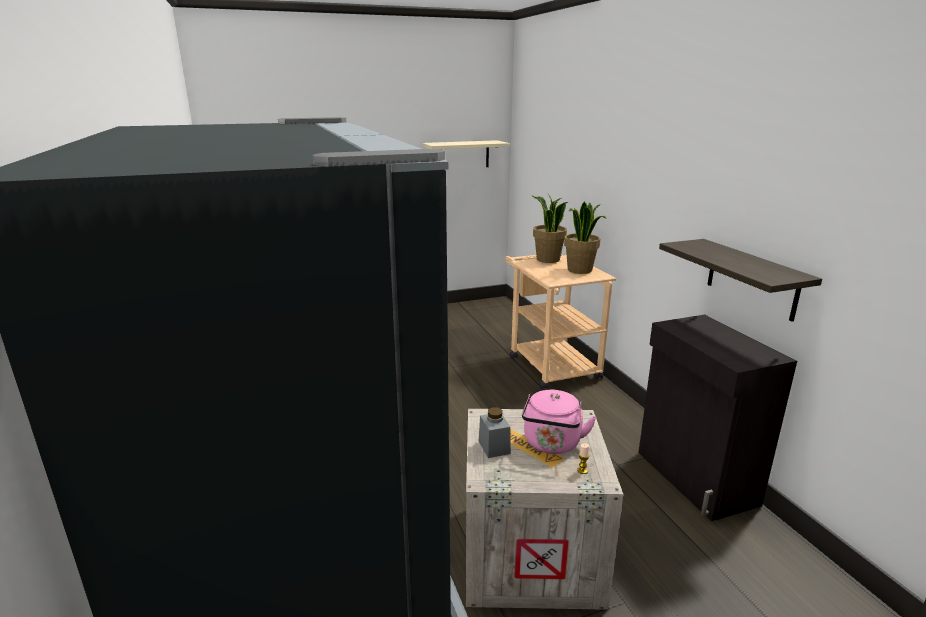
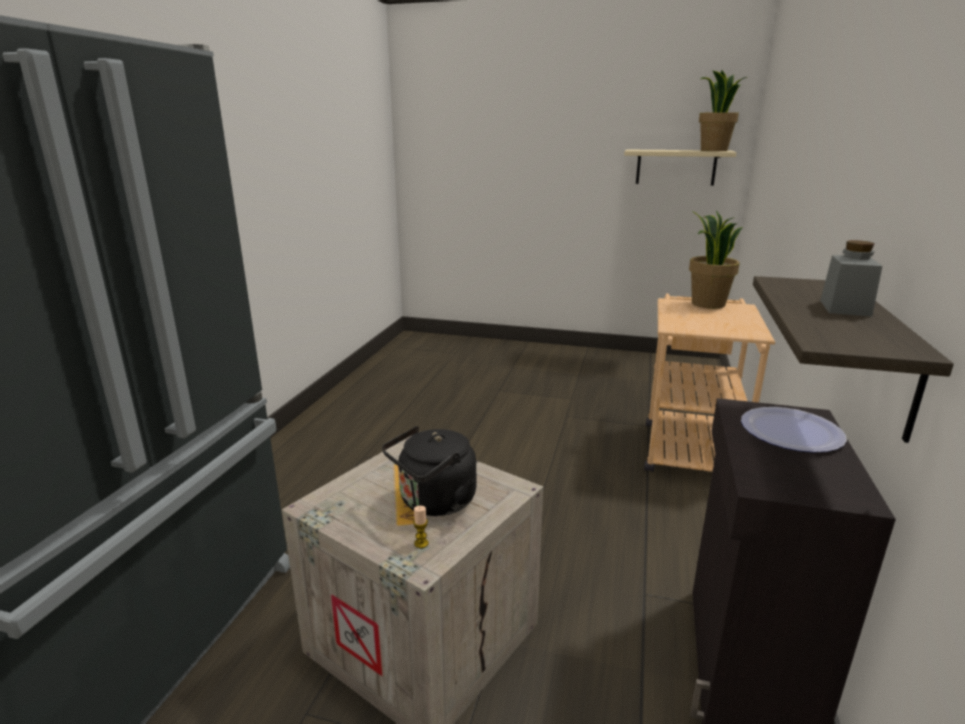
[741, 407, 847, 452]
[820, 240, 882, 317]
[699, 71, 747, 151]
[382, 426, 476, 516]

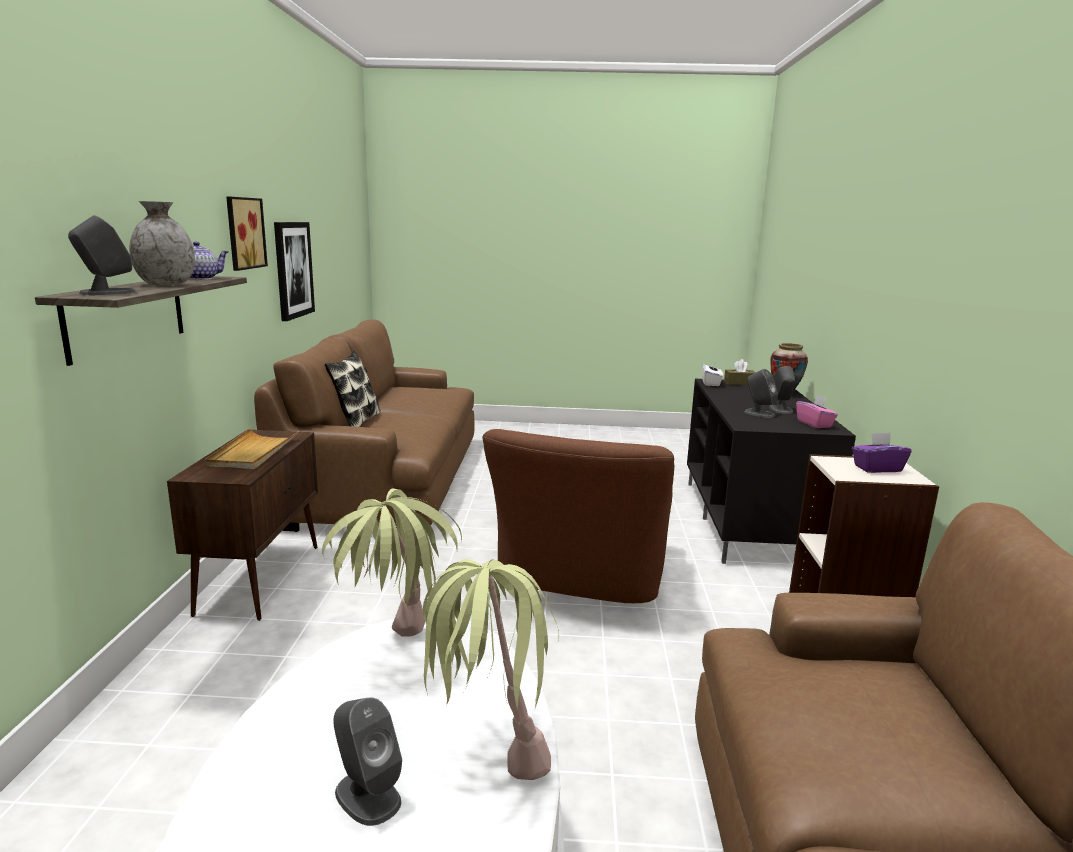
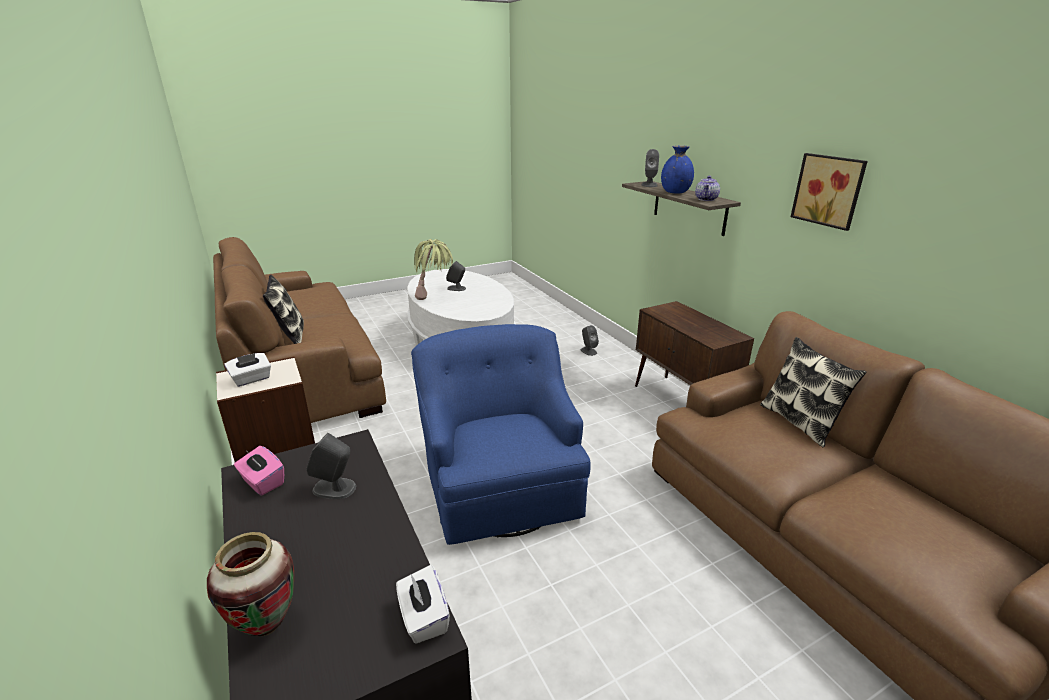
[205, 428, 299, 469] (first image)
[274, 222, 315, 321] (first image)
[322, 489, 462, 637] (first image)
[724, 359, 756, 385] (first image)
[263, 275, 304, 344]
[581, 325, 599, 356]
[661, 145, 694, 194]
[411, 324, 591, 545]
[224, 353, 271, 387]

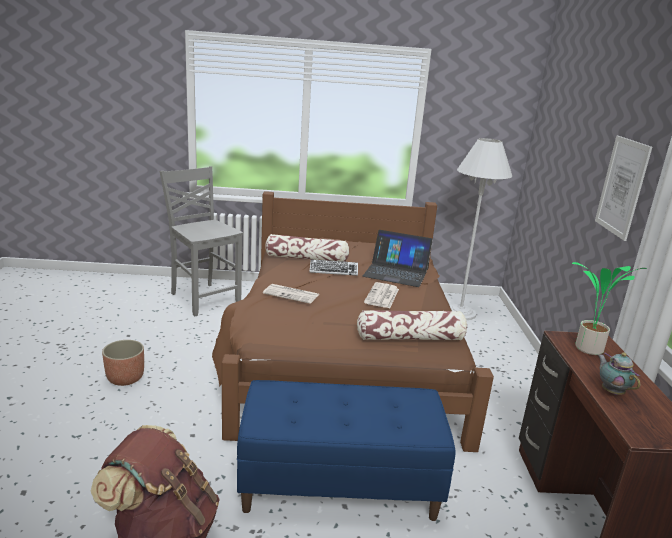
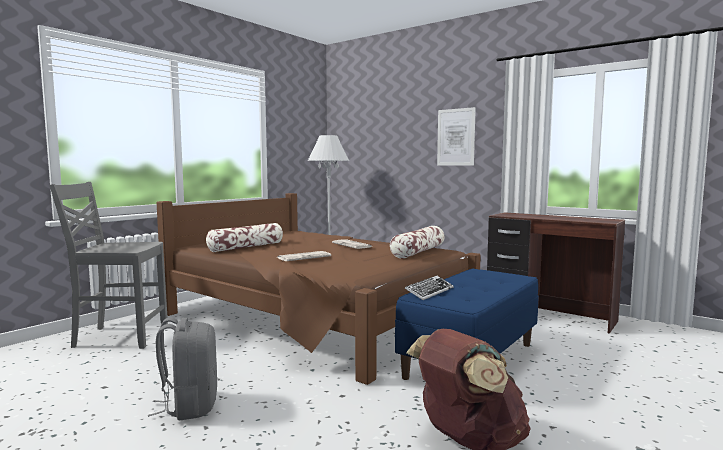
[363, 230, 433, 287] (first image)
[572, 262, 647, 355] (first image)
[598, 352, 640, 395] (first image)
[405, 276, 454, 300]
[148, 318, 217, 420]

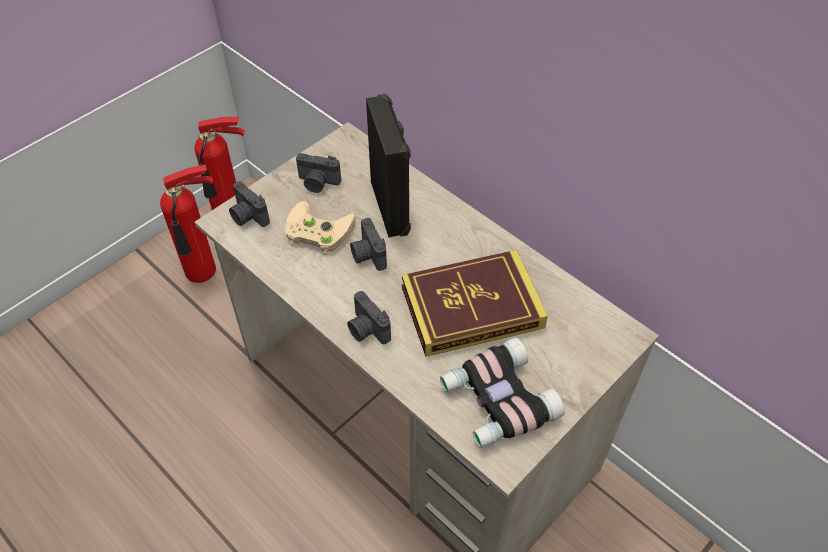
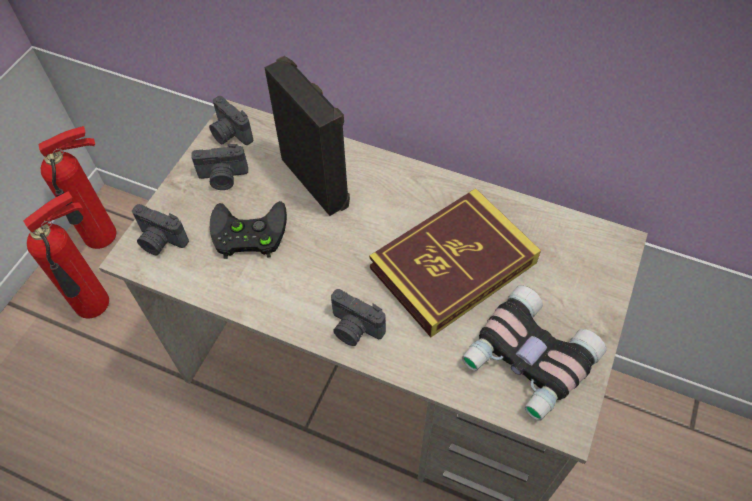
[209, 96, 253, 145]
[210, 201, 287, 259]

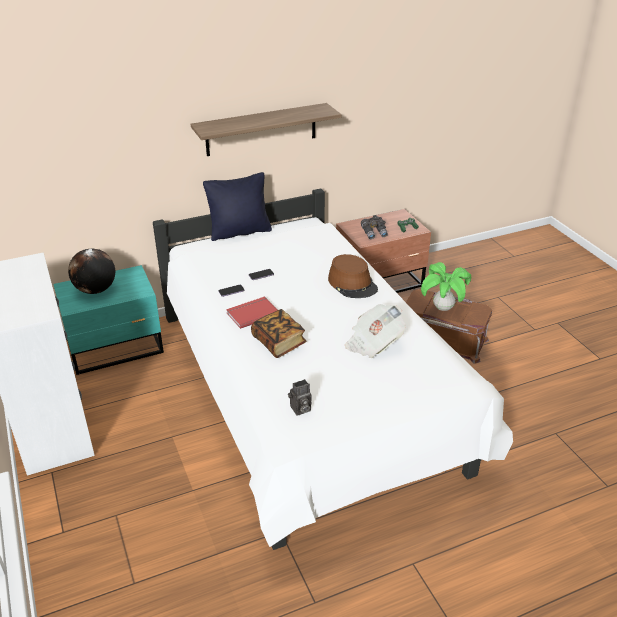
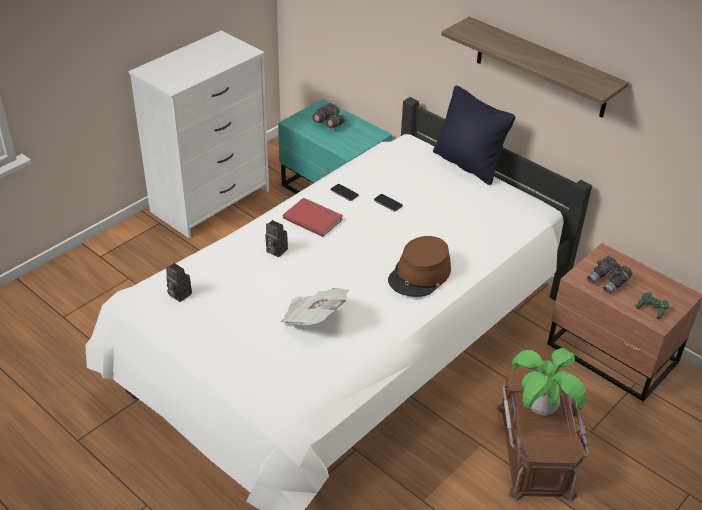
[312, 103, 347, 128]
[265, 220, 288, 257]

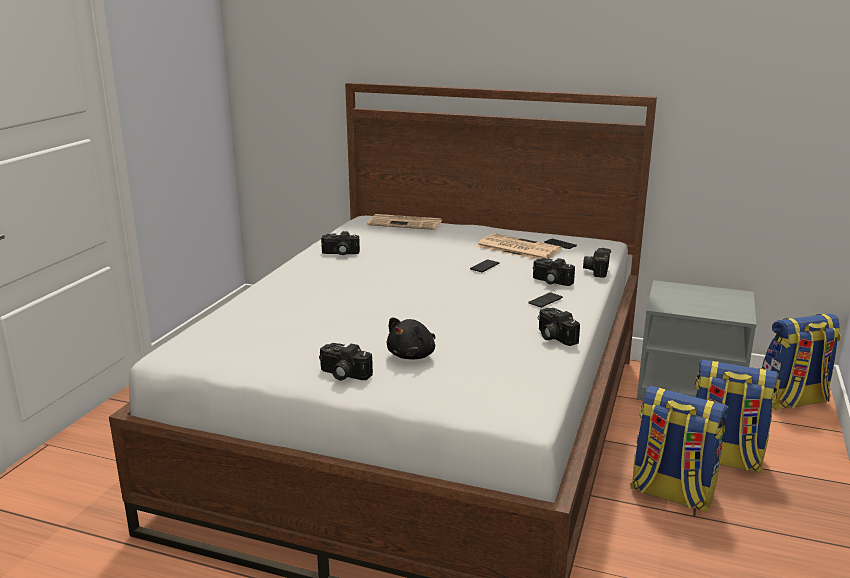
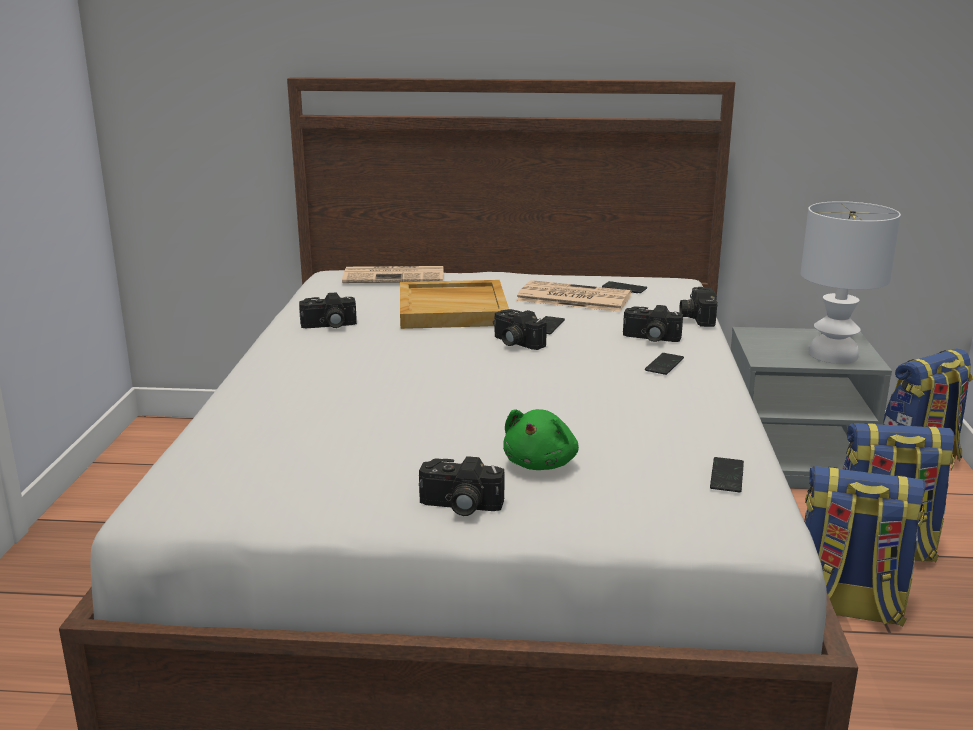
[400, 280, 509, 329]
[710, 457, 744, 492]
[801, 201, 901, 364]
[493, 309, 547, 350]
[503, 409, 579, 470]

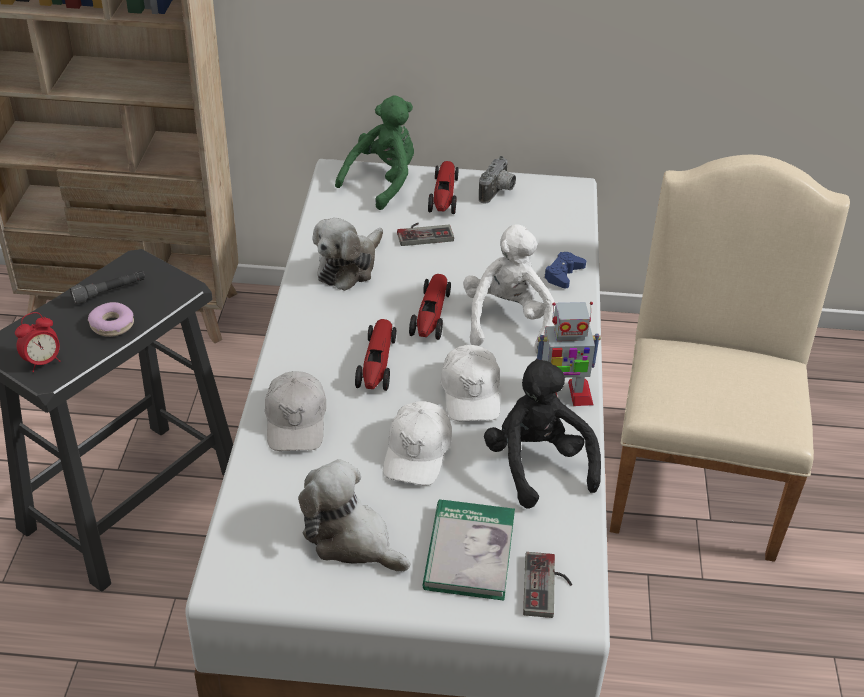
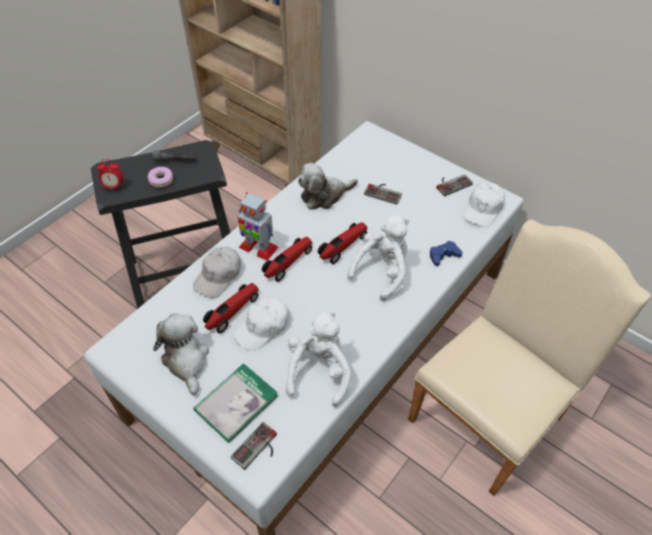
[335, 95, 414, 210] (first image)
[203, 283, 259, 333]
[463, 182, 505, 227]
[238, 192, 278, 261]
[436, 174, 473, 197]
[286, 311, 351, 407]

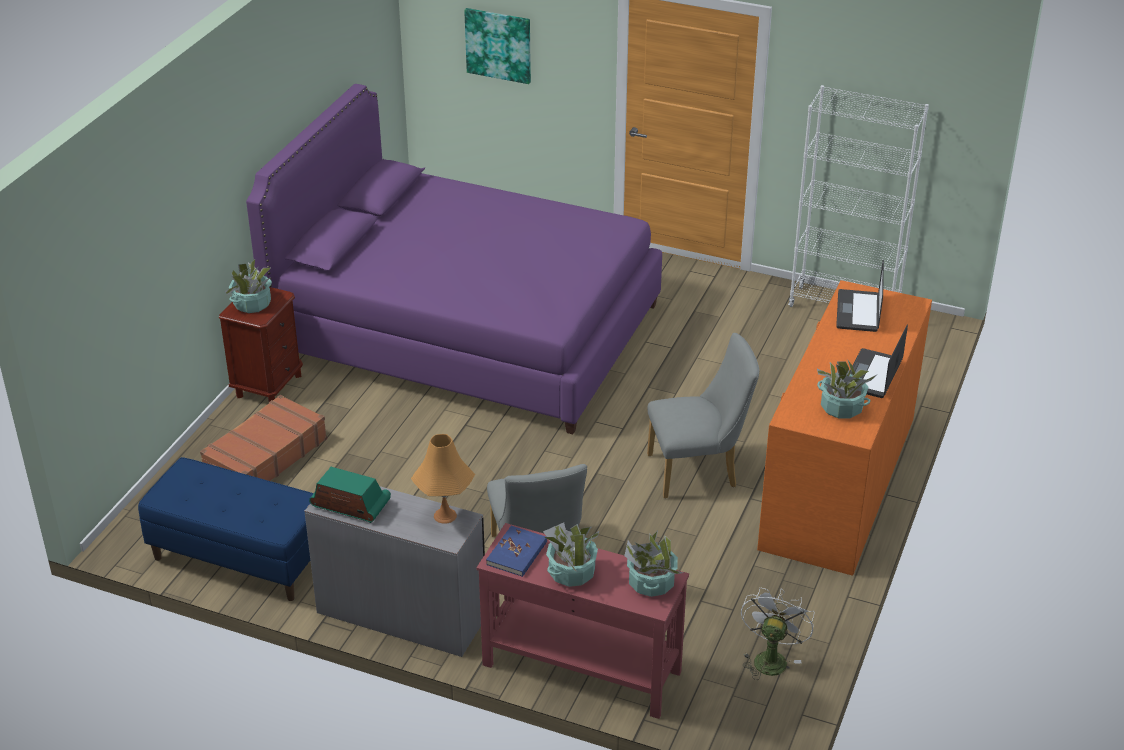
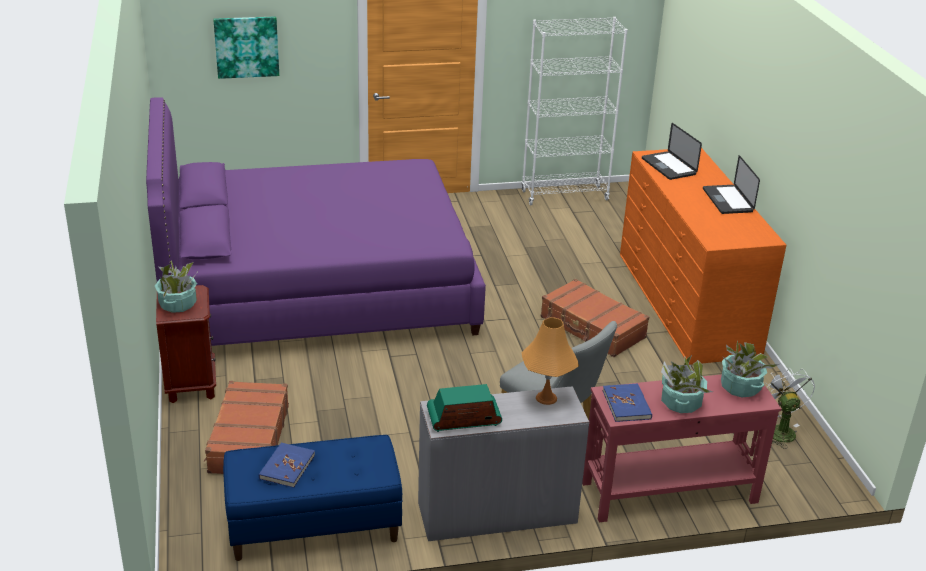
[817, 359, 878, 419] (first image)
[259, 442, 315, 488]
[541, 279, 649, 357]

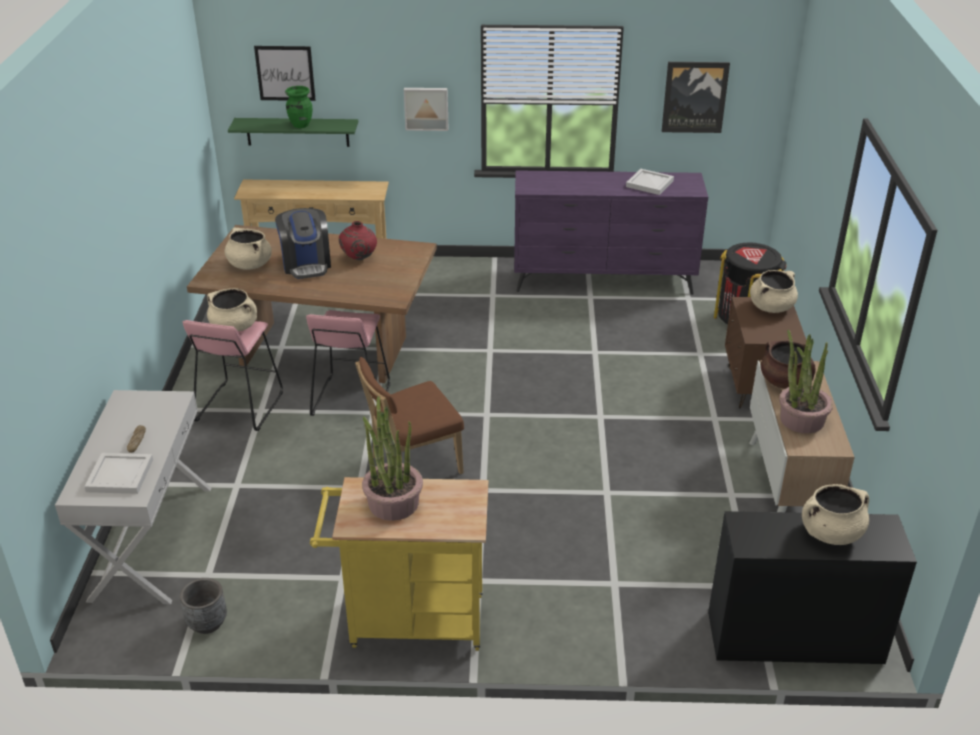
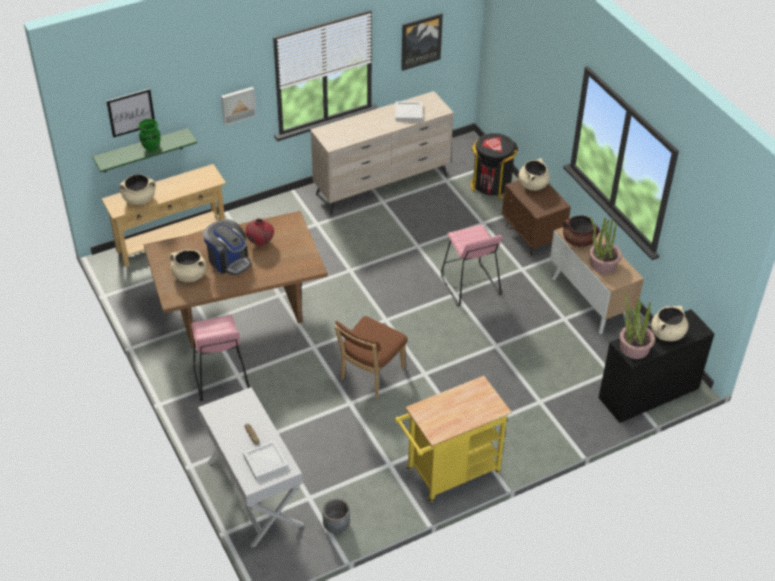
[119, 174, 156, 205]
[441, 225, 502, 306]
[619, 294, 655, 359]
[310, 91, 454, 215]

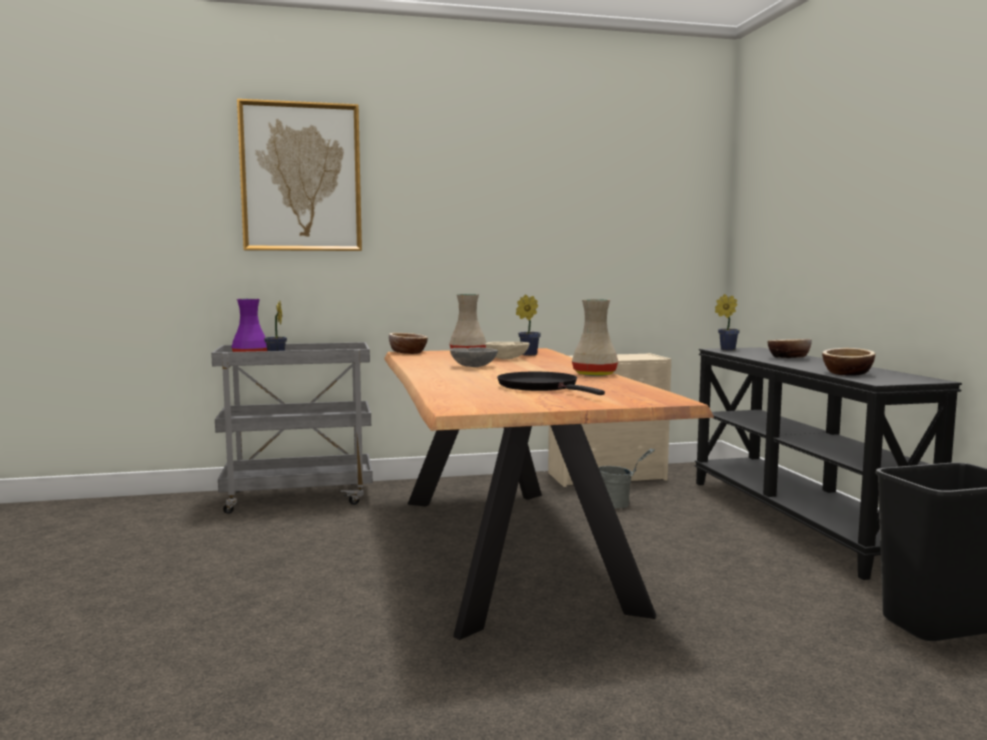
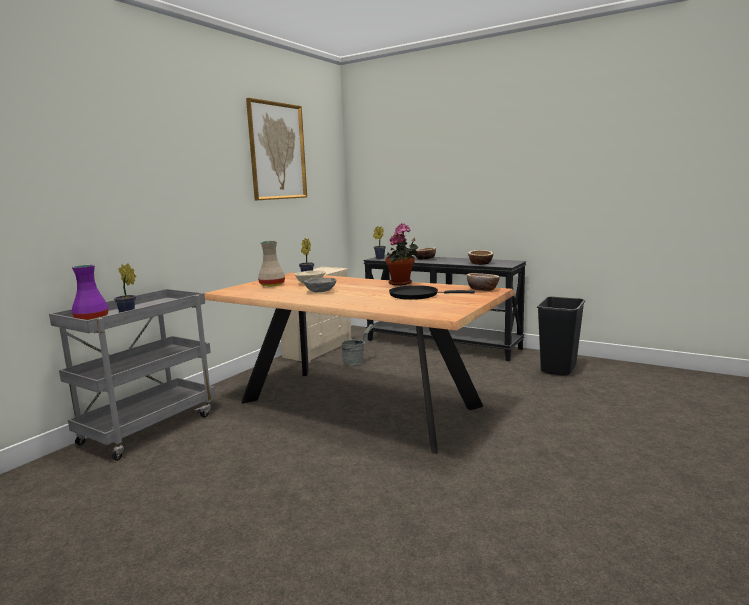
[246, 98, 307, 200]
[467, 273, 500, 291]
[385, 223, 418, 286]

